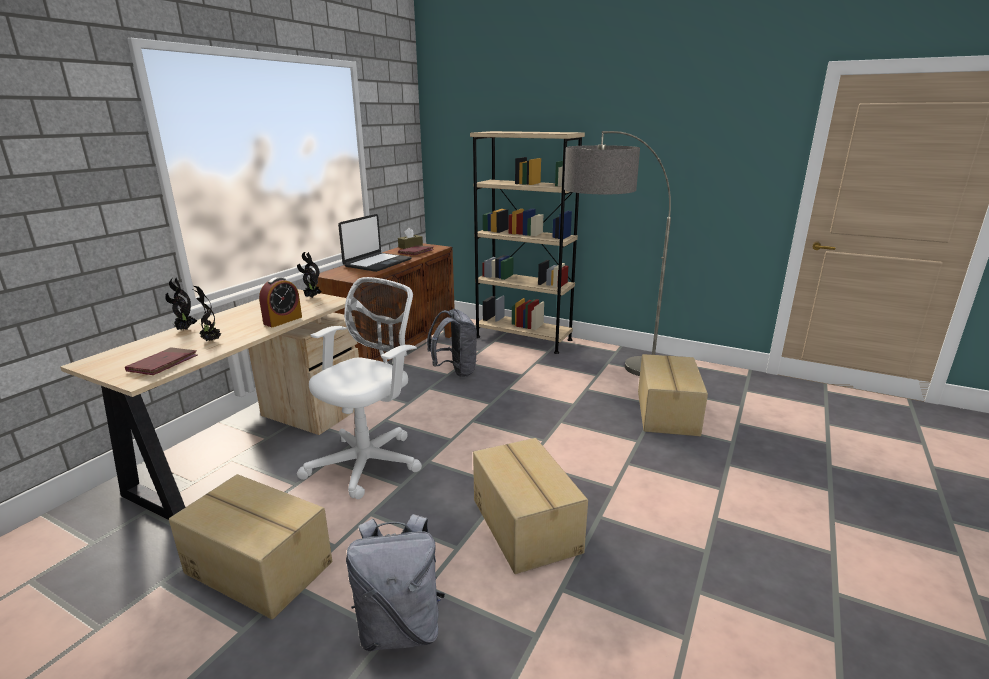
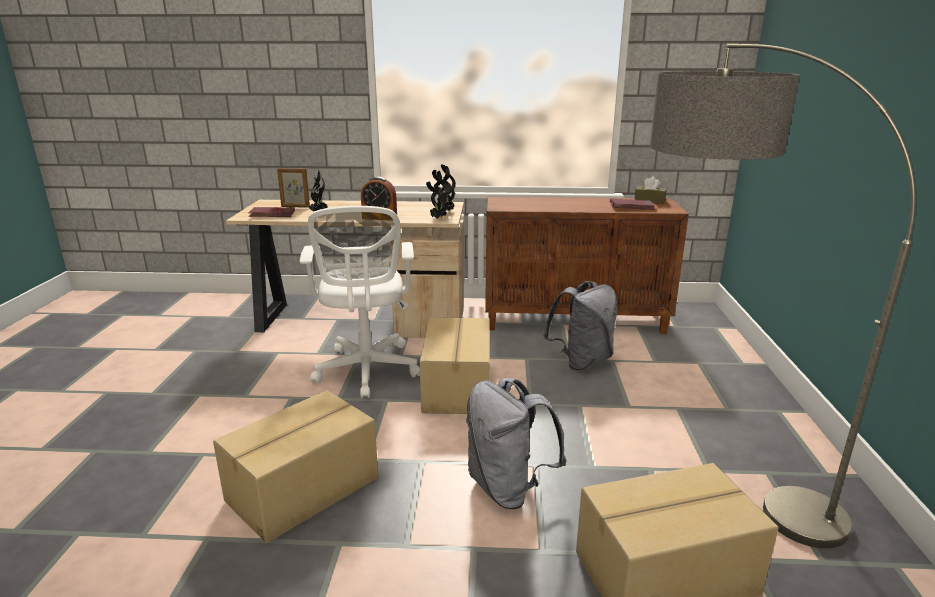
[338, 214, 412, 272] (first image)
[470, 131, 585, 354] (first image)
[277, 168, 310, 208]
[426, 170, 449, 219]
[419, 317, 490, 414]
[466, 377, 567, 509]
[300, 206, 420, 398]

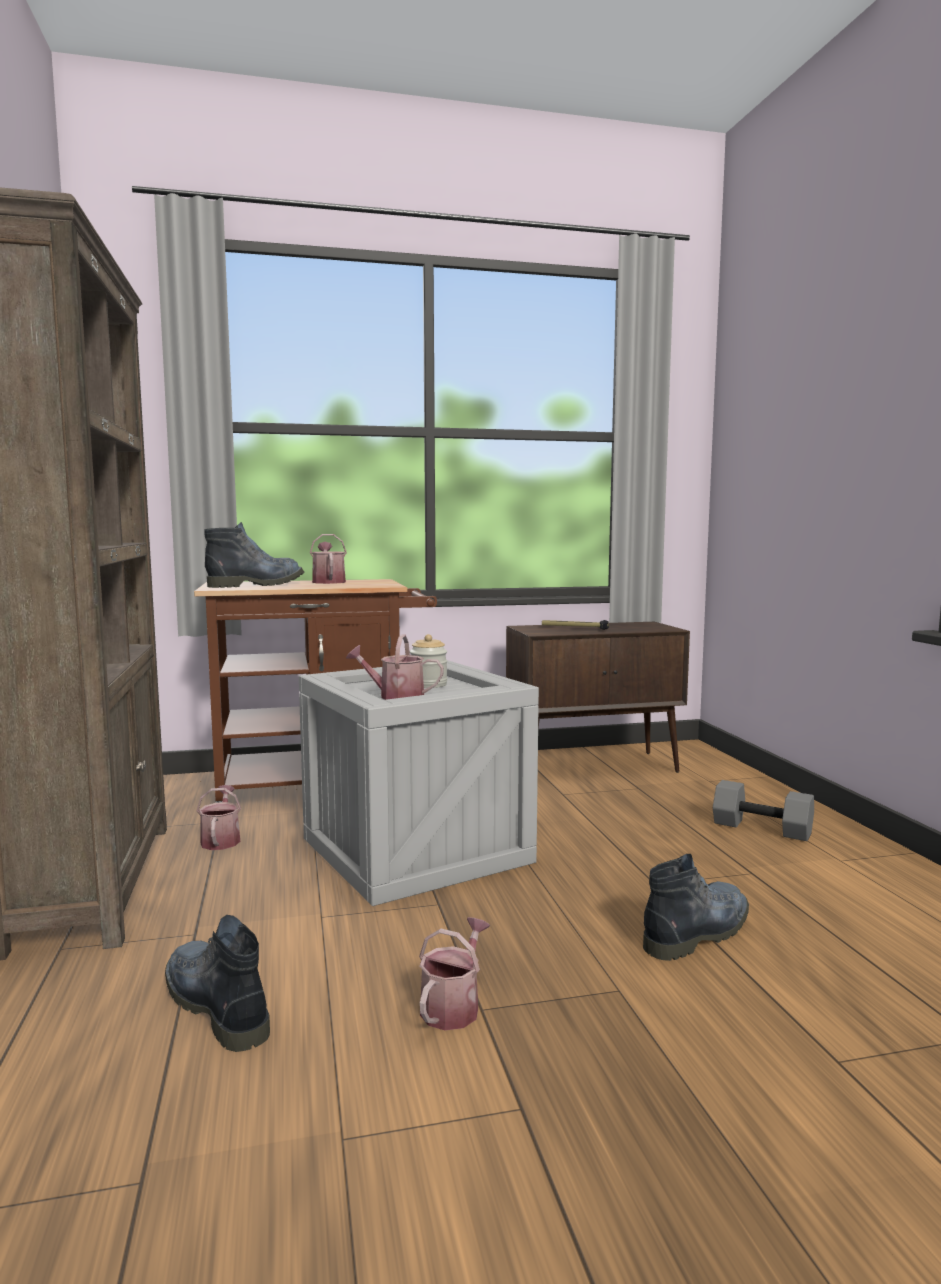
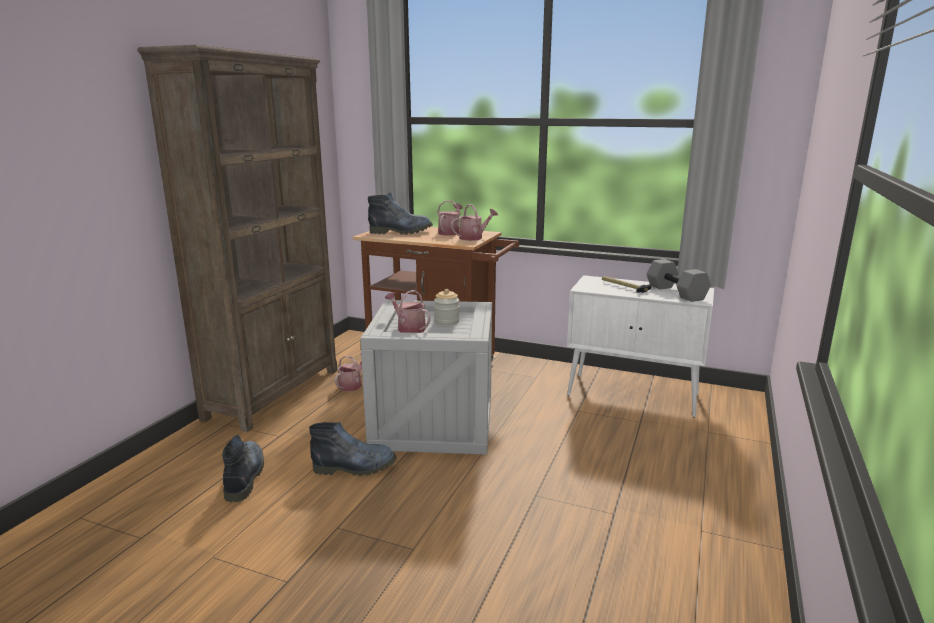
[450, 204, 498, 241]
[309, 421, 397, 476]
[646, 259, 711, 302]
[567, 275, 714, 418]

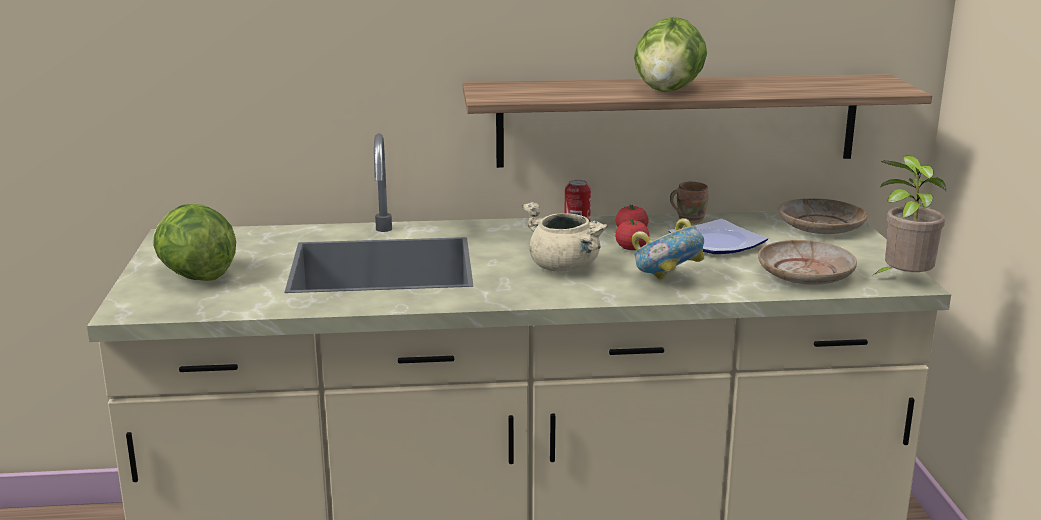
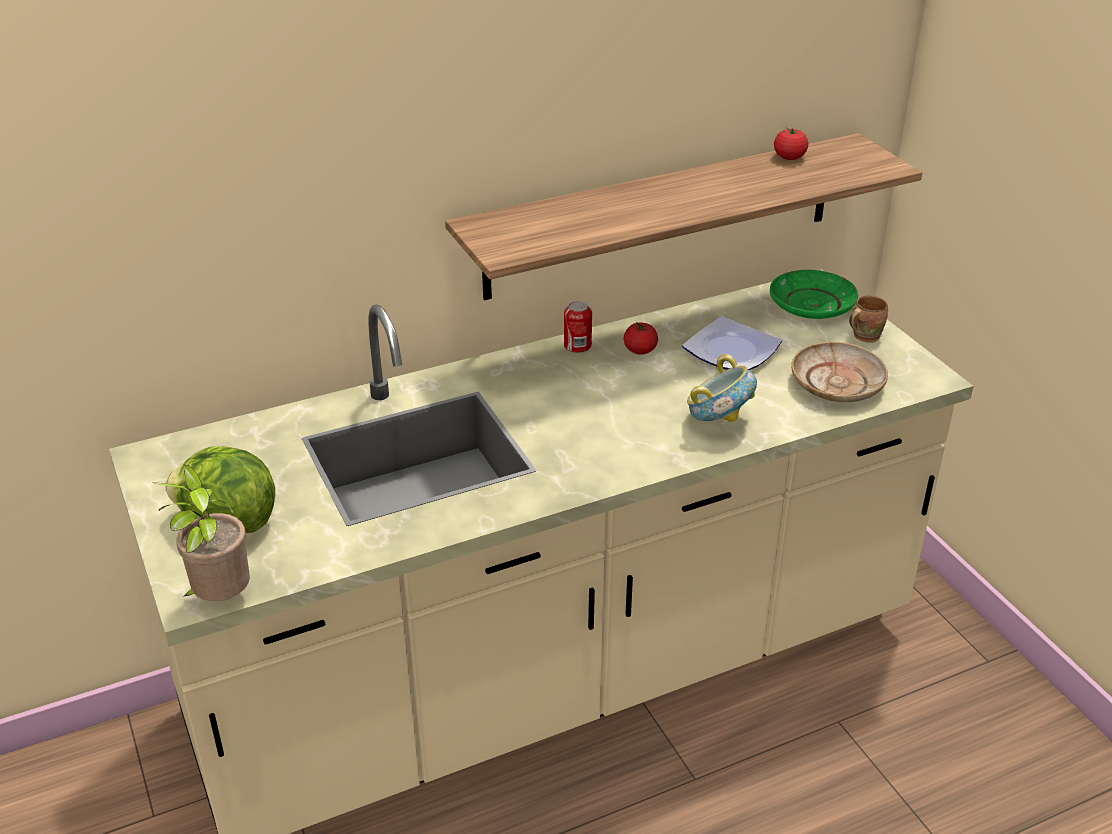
[522, 202, 608, 272] (first image)
[634, 17, 707, 92] (first image)
[774, 128, 808, 160]
[849, 295, 888, 343]
[153, 464, 250, 601]
[770, 270, 858, 319]

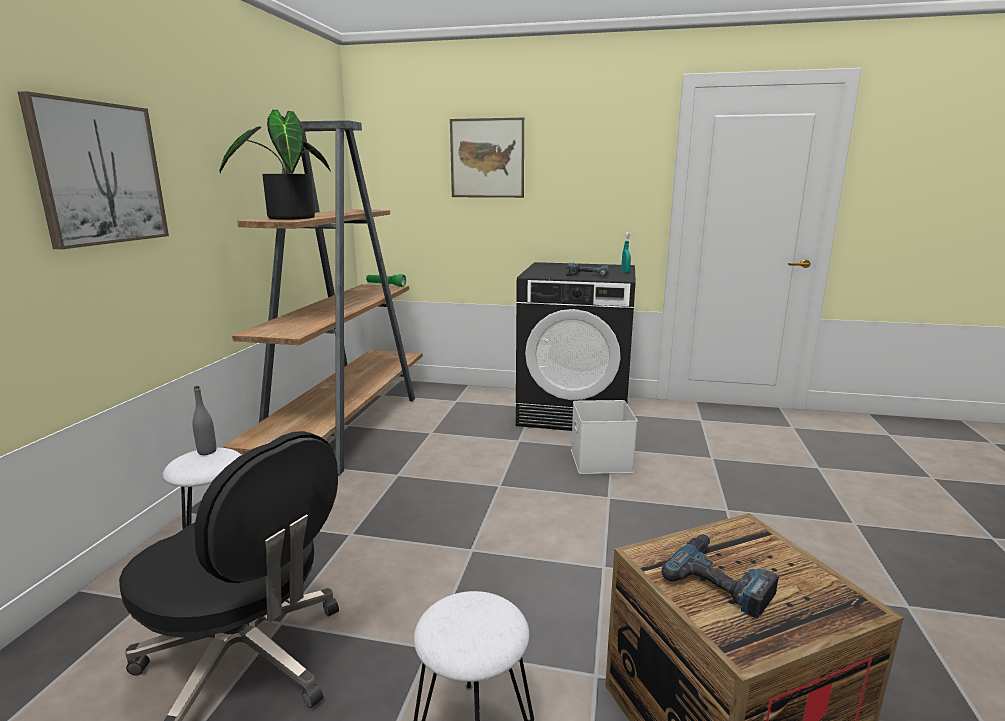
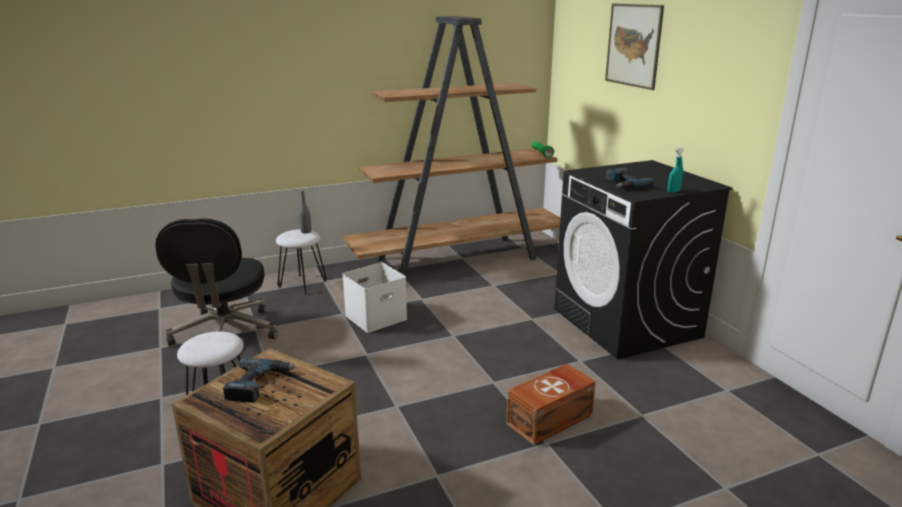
[18, 91, 169, 249] (first image)
[220, 110, 330, 220] (first image)
[506, 364, 596, 445]
[342, 262, 407, 333]

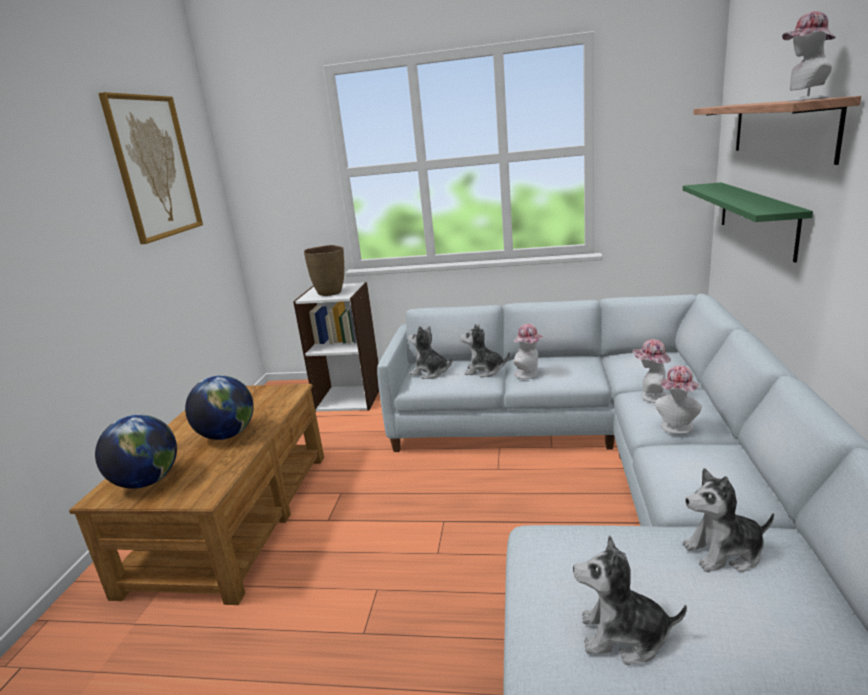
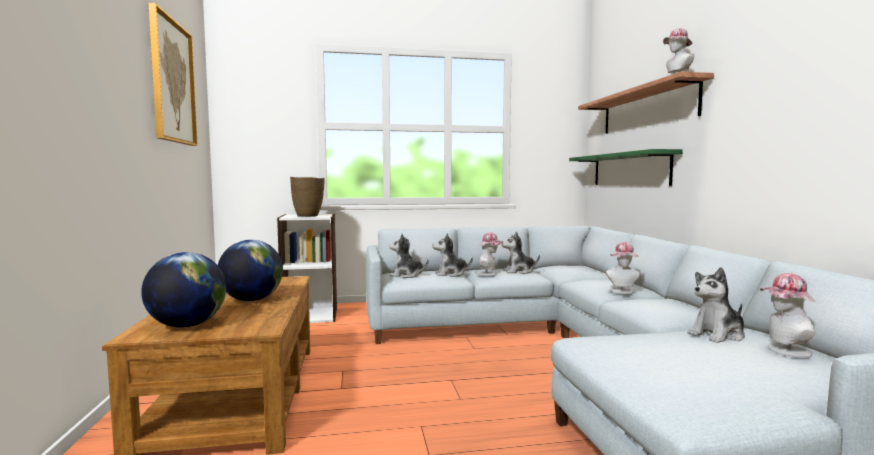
[502, 231, 540, 274]
[760, 273, 816, 358]

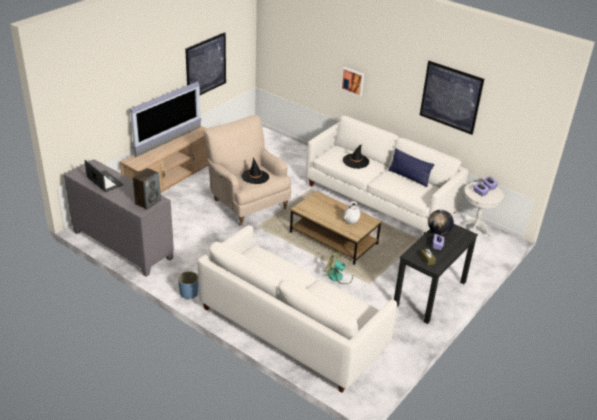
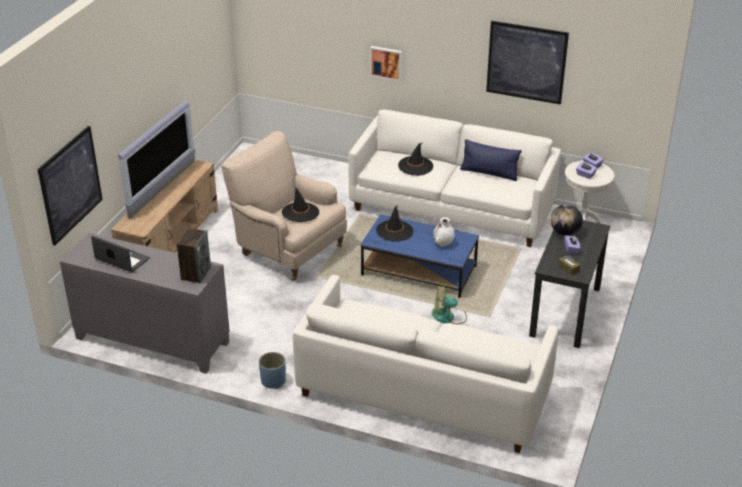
[376, 205, 413, 242]
[37, 126, 103, 246]
[360, 214, 479, 298]

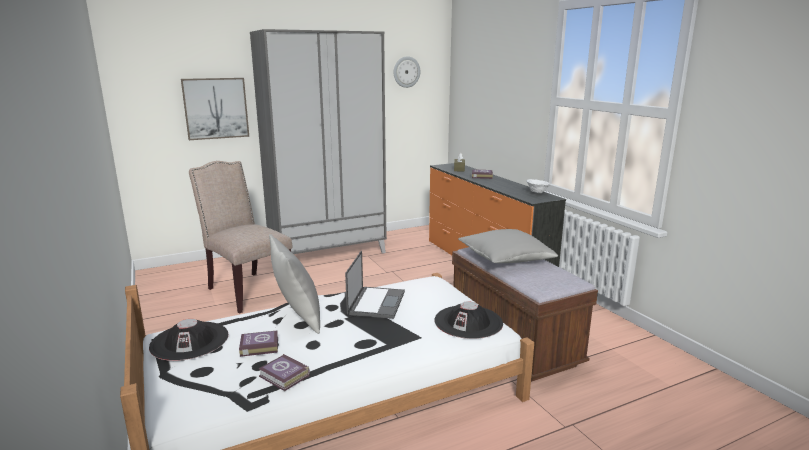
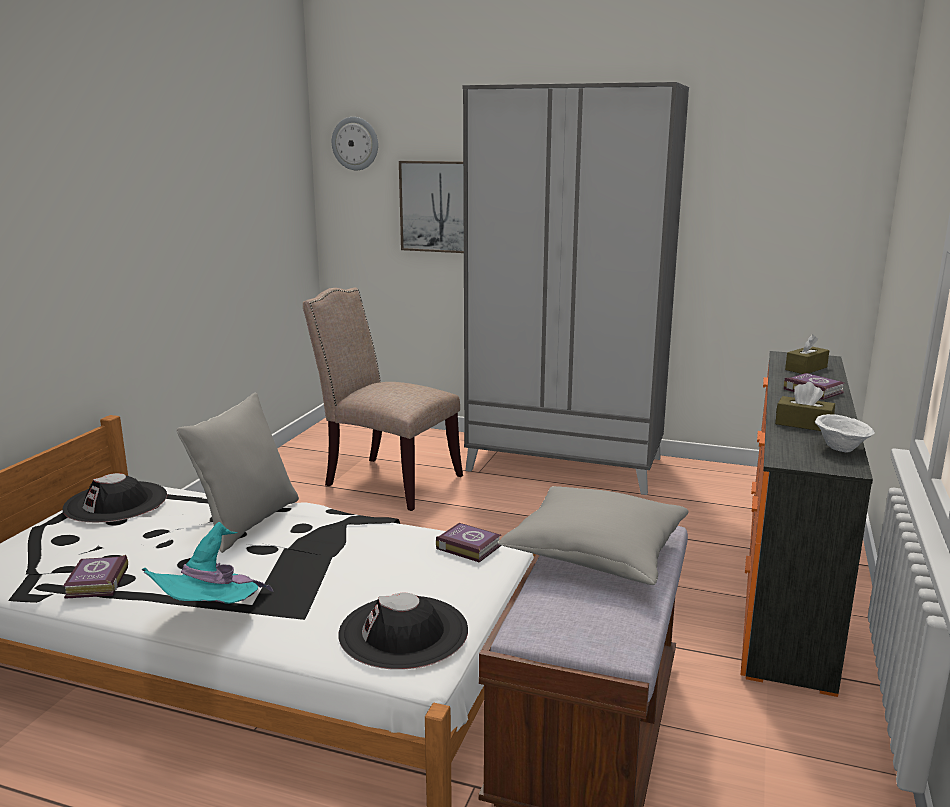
[345, 251, 405, 319] (first image)
[142, 522, 274, 604]
[775, 382, 835, 431]
[436, 523, 502, 563]
[332, 117, 378, 170]
[303, 288, 463, 511]

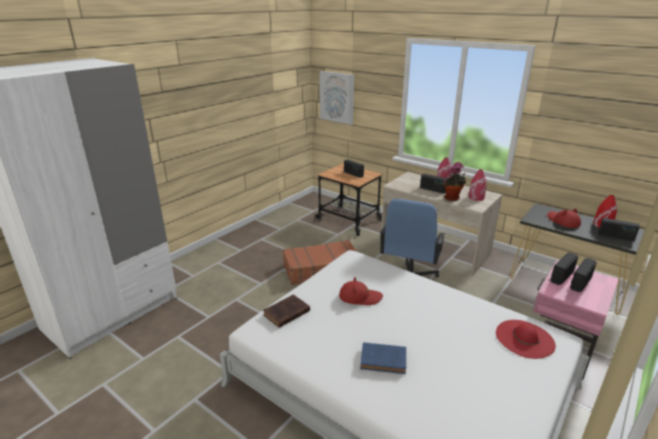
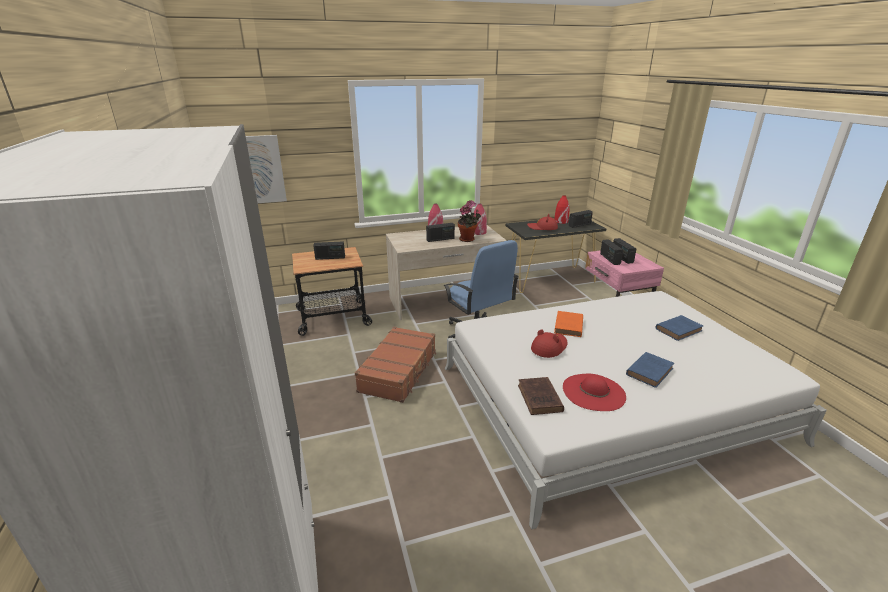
[554, 311, 583, 337]
[656, 315, 703, 341]
[563, 374, 626, 411]

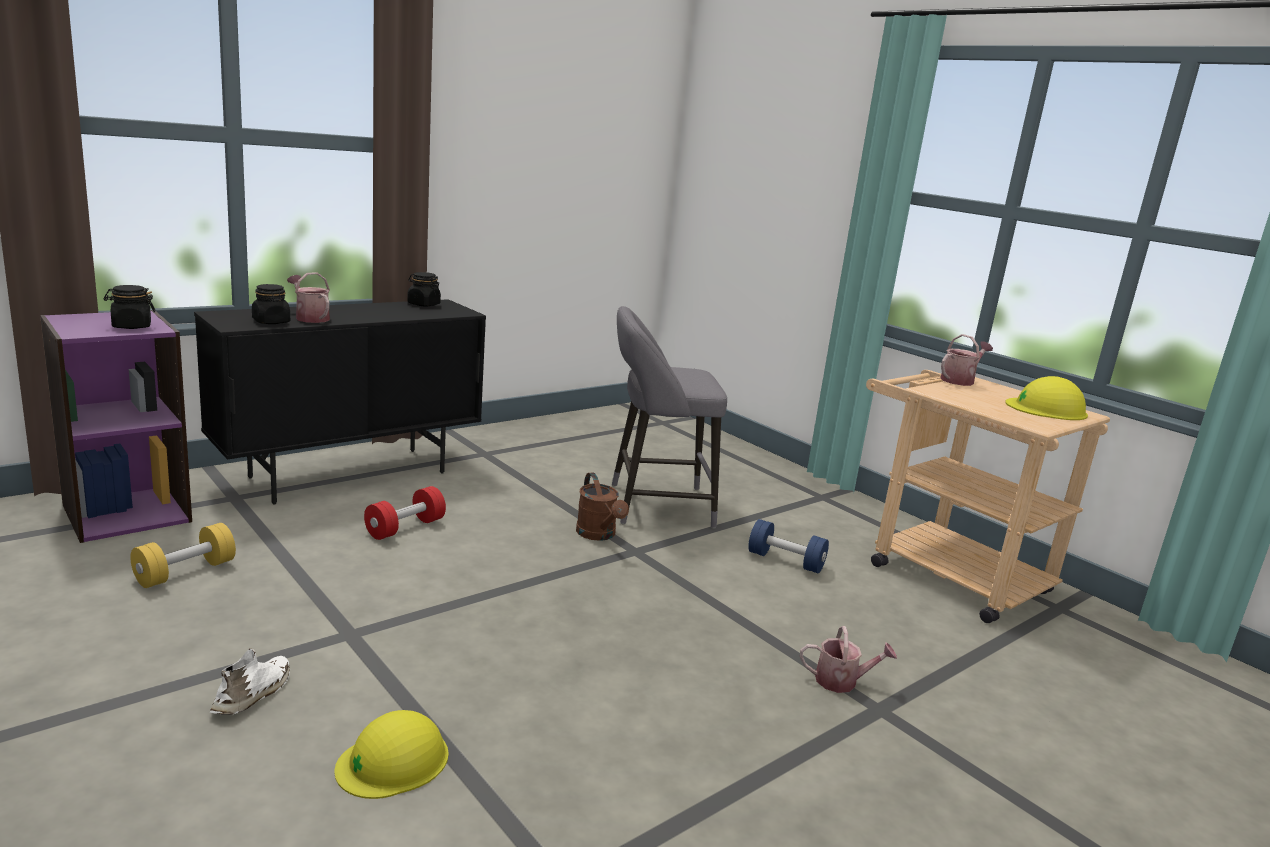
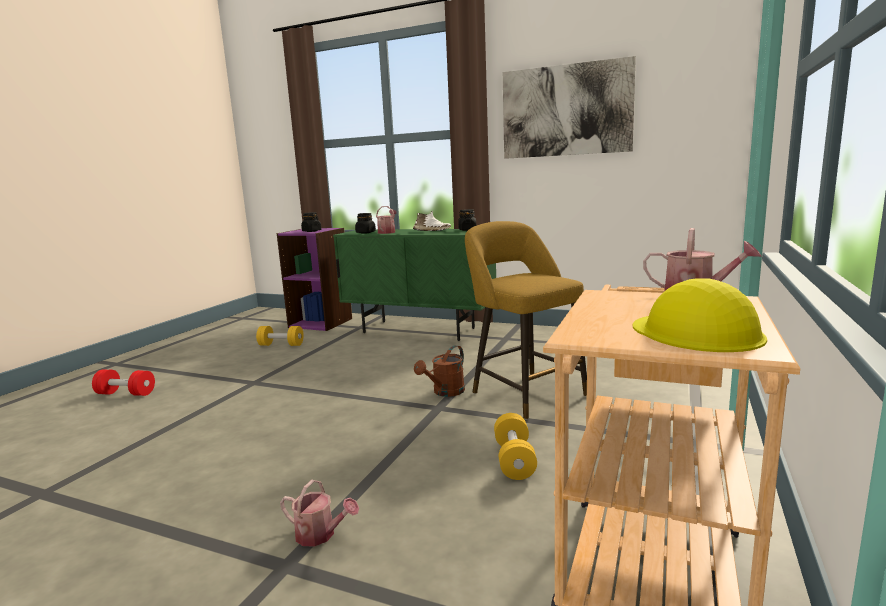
[334, 710, 449, 799] (first image)
[503, 56, 636, 159]
[413, 211, 451, 231]
[92, 370, 155, 396]
[333, 229, 496, 341]
[465, 221, 587, 420]
[494, 413, 537, 480]
[280, 480, 359, 546]

